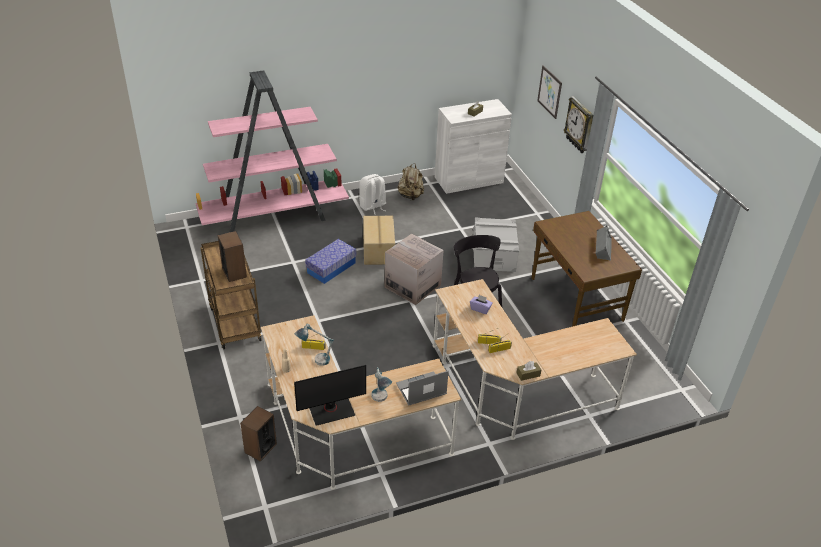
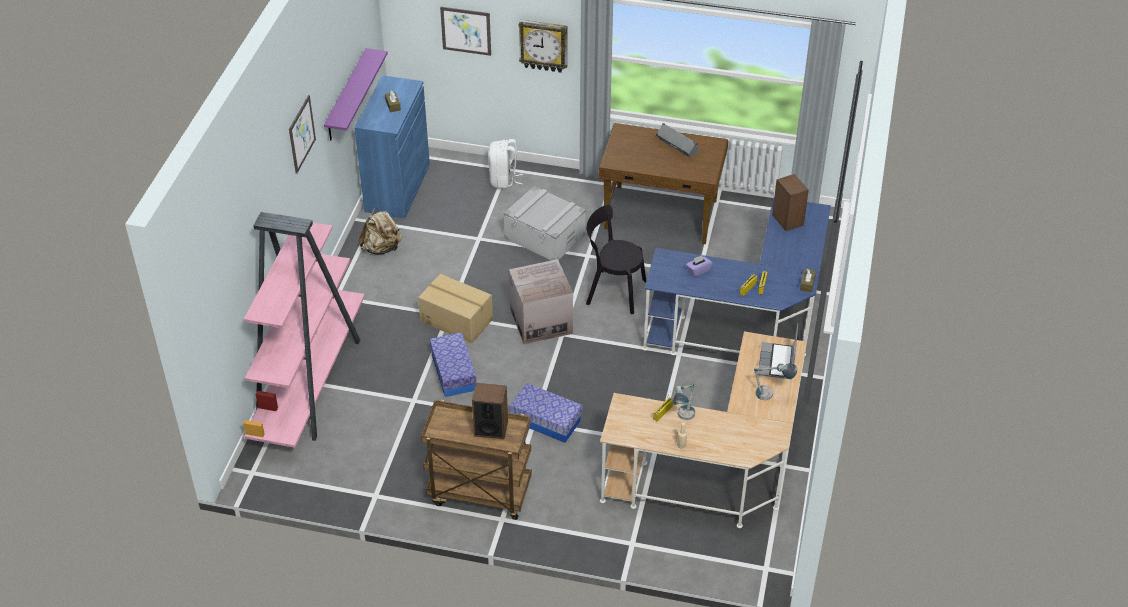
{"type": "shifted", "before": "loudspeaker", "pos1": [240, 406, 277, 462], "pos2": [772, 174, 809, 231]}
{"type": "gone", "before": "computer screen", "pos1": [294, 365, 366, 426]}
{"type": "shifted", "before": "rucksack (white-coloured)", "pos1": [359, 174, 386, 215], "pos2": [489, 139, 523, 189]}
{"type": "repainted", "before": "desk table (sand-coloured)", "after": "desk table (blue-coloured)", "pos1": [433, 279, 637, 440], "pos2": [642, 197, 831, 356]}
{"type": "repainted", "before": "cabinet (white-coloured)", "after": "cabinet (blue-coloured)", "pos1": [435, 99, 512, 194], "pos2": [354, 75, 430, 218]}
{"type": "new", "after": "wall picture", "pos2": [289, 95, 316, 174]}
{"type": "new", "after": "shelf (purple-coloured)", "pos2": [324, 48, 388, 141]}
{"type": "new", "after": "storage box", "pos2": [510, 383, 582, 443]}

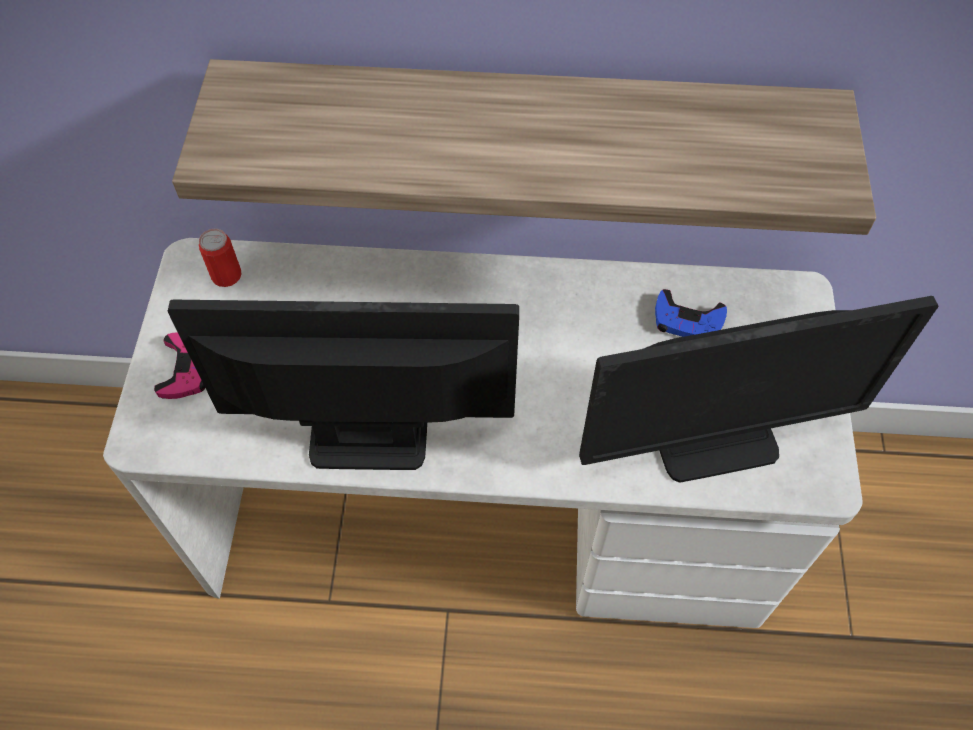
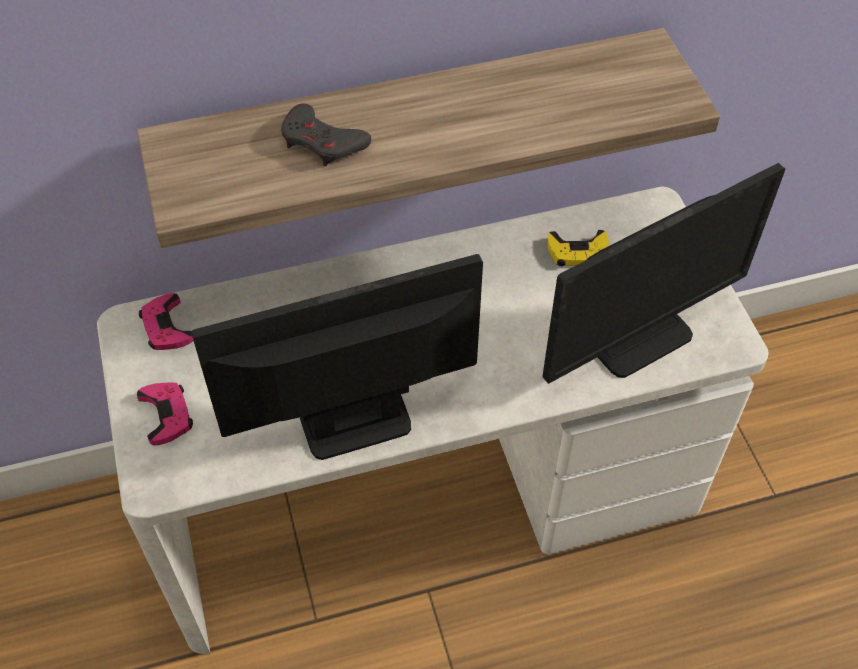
{"type": "swapped", "before": "sealed can", "after": "game controller (pink-coloured)", "pos1": [199, 229, 242, 287], "pos2": [139, 293, 193, 350]}
{"type": "repainted", "before": "game controller (blue-coloured)", "after": "game controller (yellow)", "pos1": [655, 289, 727, 337], "pos2": [547, 230, 609, 266]}
{"type": "new", "after": "game controller (greyish)", "pos2": [281, 104, 371, 166]}

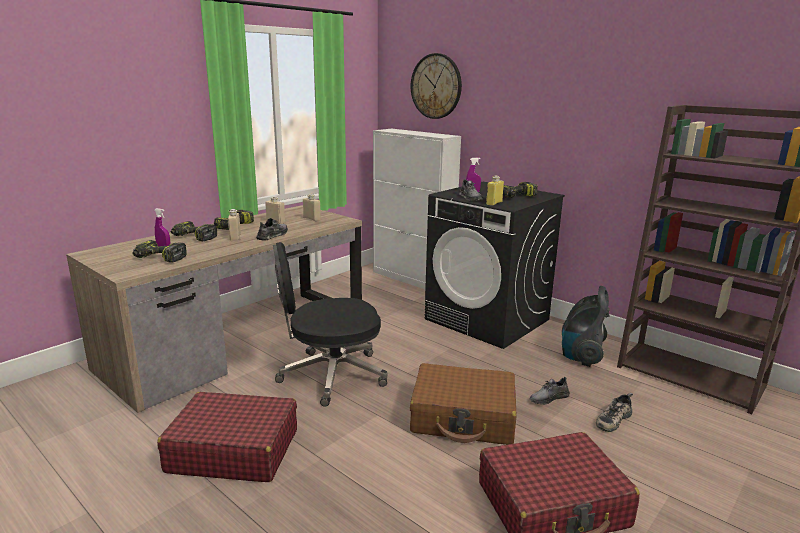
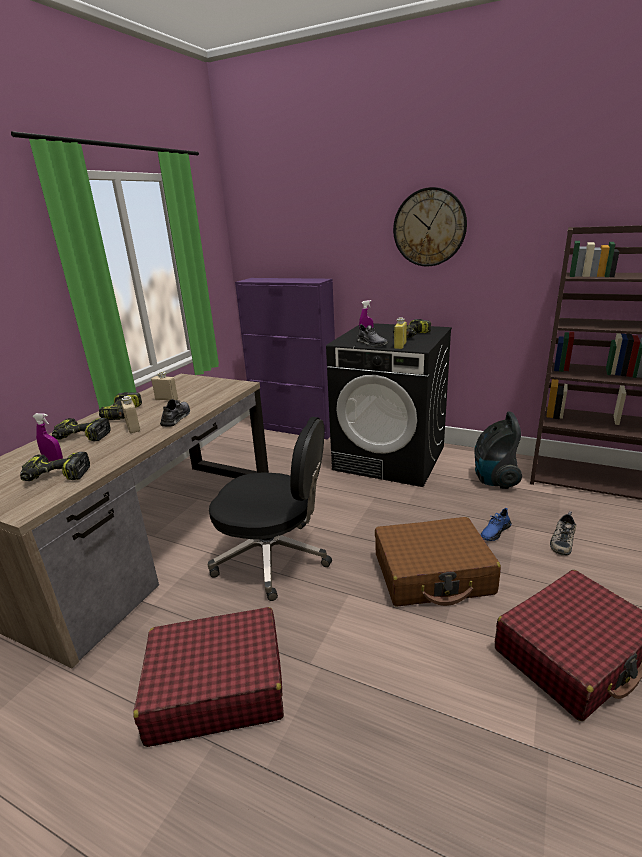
{"type": "rotated", "before": "computer chair (black)", "pos1": [273, 242, 387, 407], "pos2": [208, 417, 332, 601], "turn": -135}
{"type": "gone", "before": "beverage bottle (sand-coloured)", "pos1": [303, 194, 321, 221]}
{"type": "repainted", "before": "cabinet (white-coloured)", "after": "cabinet (purple-coloured)", "pos1": [373, 129, 461, 289], "pos2": [235, 278, 335, 439]}
{"type": "shifted", "before": "clock on the wall", "pos1": [411, 53, 462, 119], "pos2": [393, 187, 467, 267]}
{"type": "repainted", "before": "shoe (greyish)", "after": "shoe (blue-coloured)", "pos1": [530, 376, 570, 405], "pos2": [481, 508, 512, 541]}

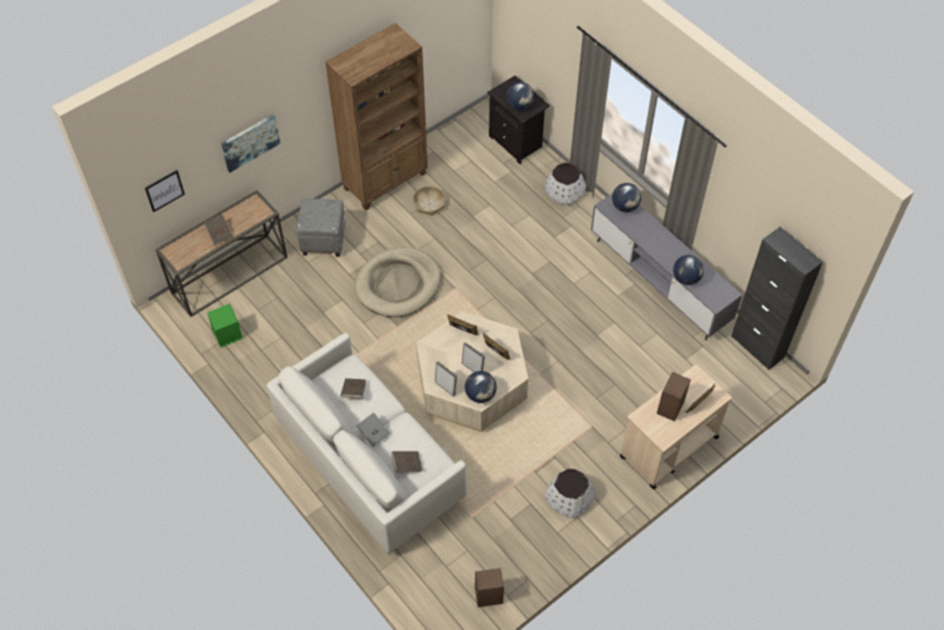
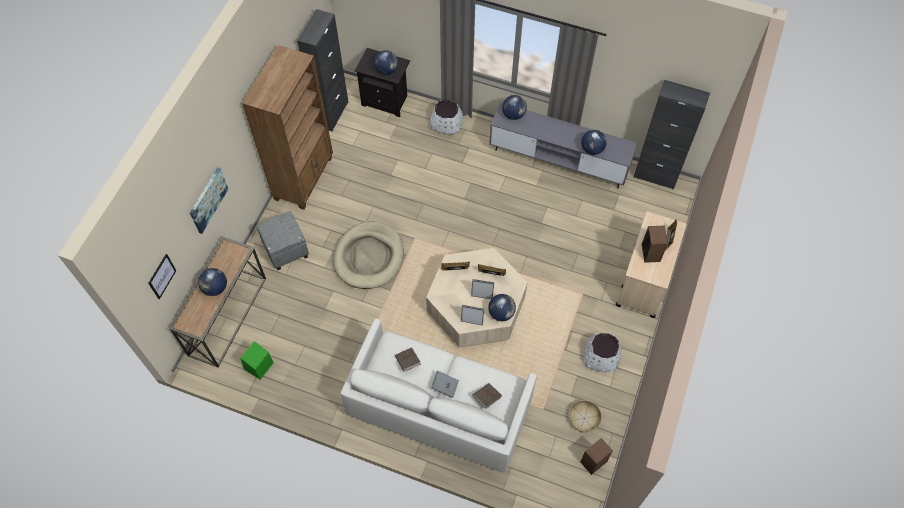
{"type": "swapped", "before": "bound book (brown)", "after": "globe", "pos1": [204, 215, 233, 245], "pos2": [198, 268, 227, 296]}
{"type": "shifted", "before": "household basket", "pos1": [413, 186, 446, 216], "pos2": [569, 400, 602, 432]}
{"type": "new", "after": "cabinet (black)", "pos2": [297, 9, 348, 131]}

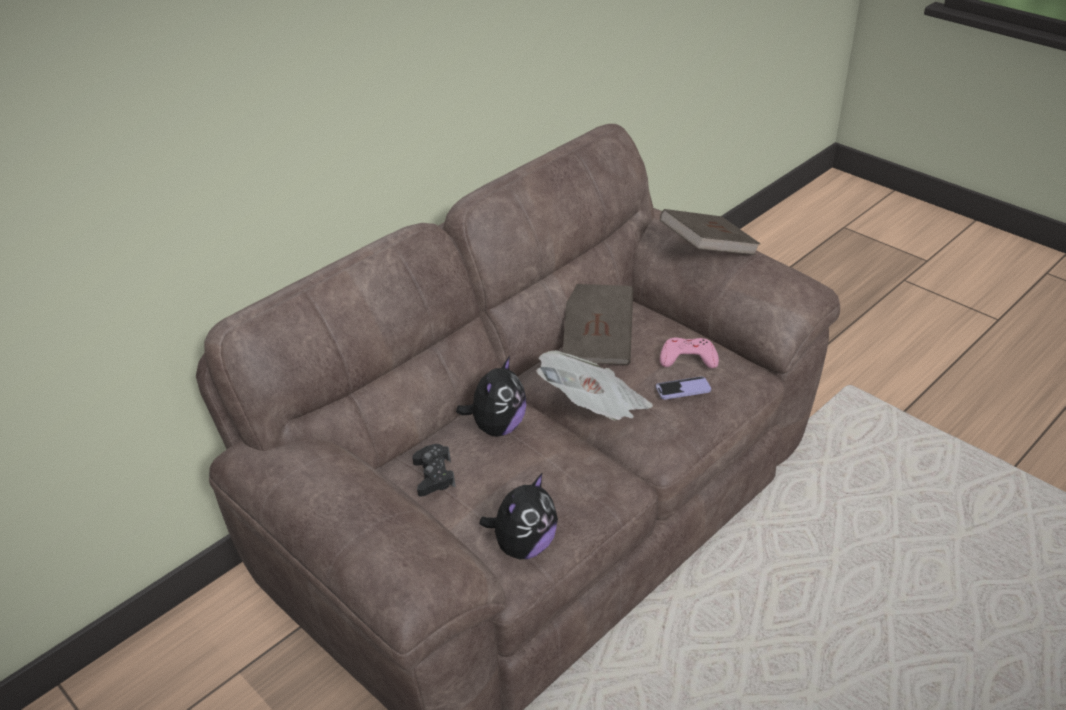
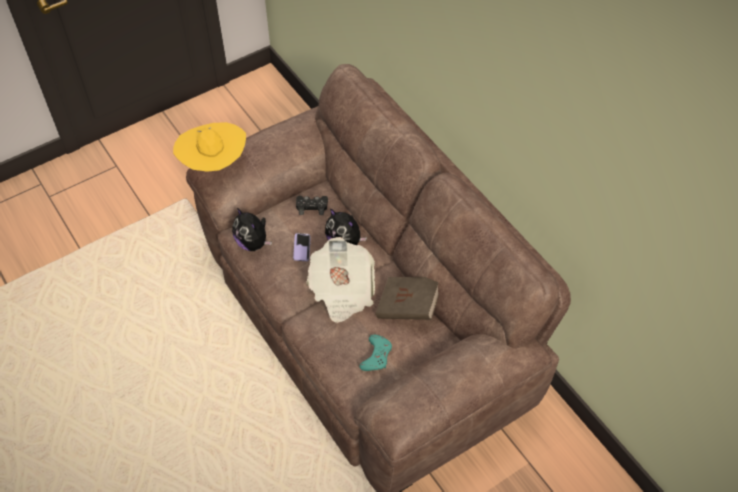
{"type": "shifted", "before": "telephone", "pos1": [656, 377, 711, 399], "pos2": [293, 233, 311, 261]}
{"type": "gone", "before": "bound book (brown)", "pos1": [660, 209, 761, 255]}
{"type": "repainted", "before": "game controller (pink-coloured)", "after": "game controller (turquoise-coloured)", "pos1": [660, 337, 719, 368], "pos2": [360, 335, 392, 371]}
{"type": "new", "after": "hat (yellow)", "pos2": [173, 122, 246, 172]}

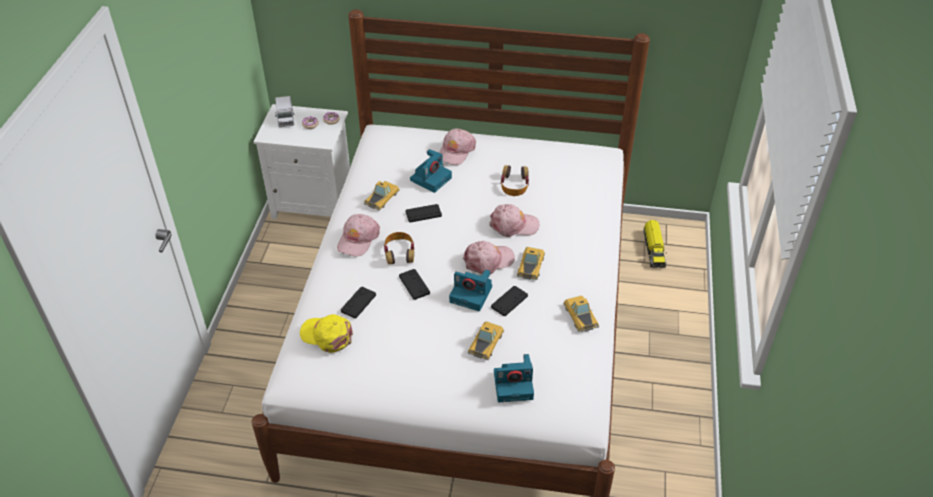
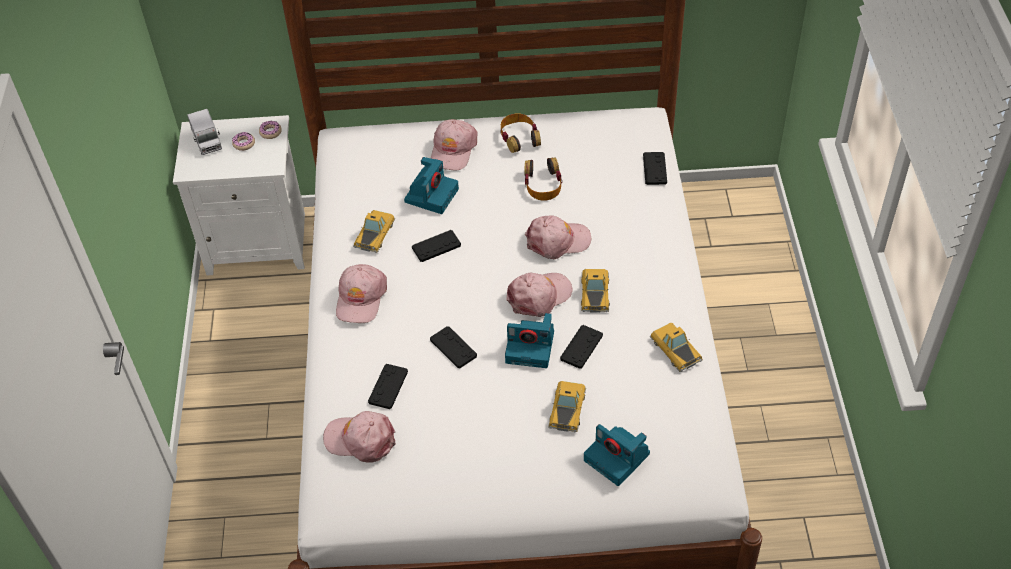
{"type": "repainted", "before": "cap (yellow)", "after": "cap (pink-coloured)", "pos1": [300, 314, 353, 353], "pos2": [323, 411, 396, 463]}
{"type": "shifted", "before": "pair of headphones", "pos1": [384, 232, 414, 265], "pos2": [500, 113, 541, 153]}
{"type": "rotated", "before": "still camera", "pos1": [494, 354, 534, 402], "pos2": [584, 424, 650, 486], "turn": 60}
{"type": "gone", "before": "model truck", "pos1": [644, 220, 667, 268]}
{"type": "new", "after": "game controller (black)", "pos2": [643, 152, 667, 185]}

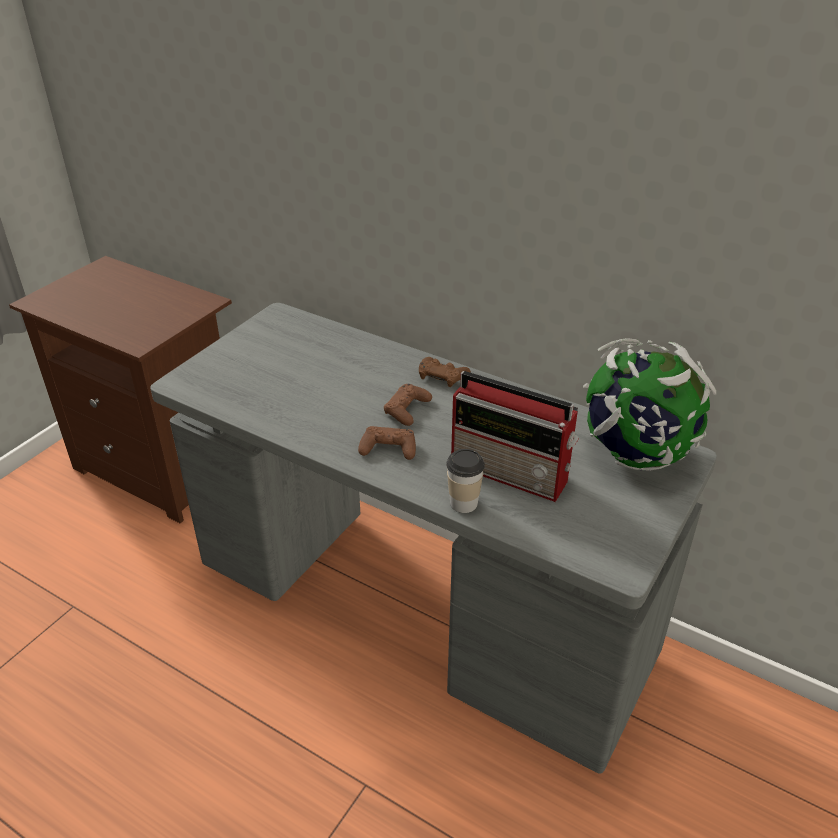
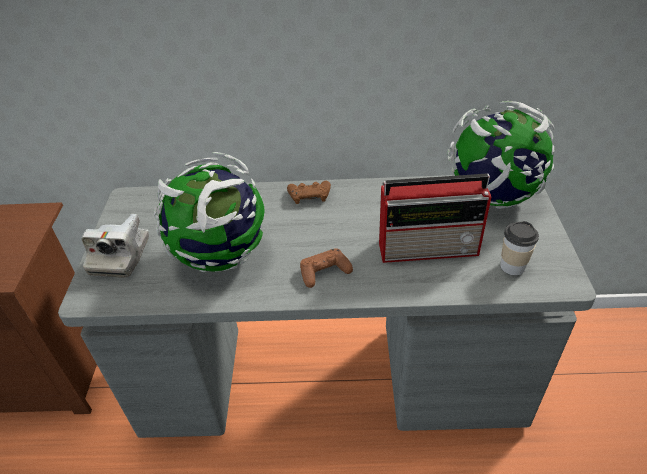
{"type": "gone", "before": "game controller (brown)", "pos1": [384, 384, 432, 426]}
{"type": "shifted", "before": "small cup", "pos1": [446, 449, 485, 513], "pos2": [500, 221, 539, 276]}
{"type": "new", "after": "still camera", "pos2": [81, 214, 149, 278]}
{"type": "new", "after": "globe", "pos2": [154, 152, 265, 272]}

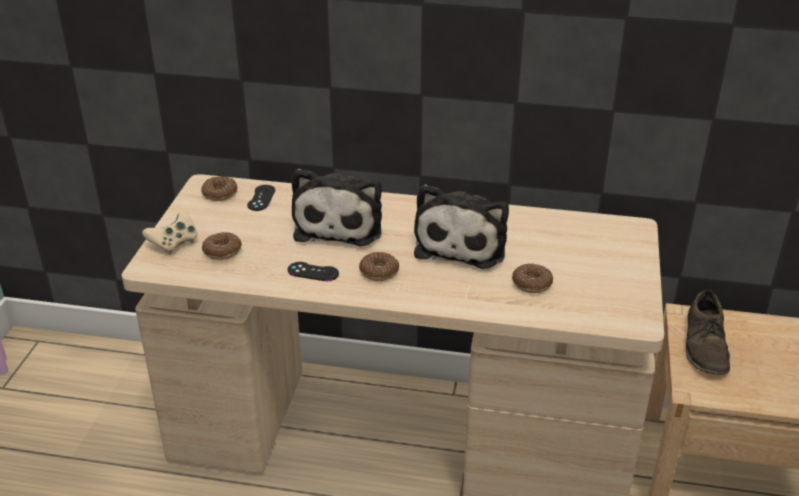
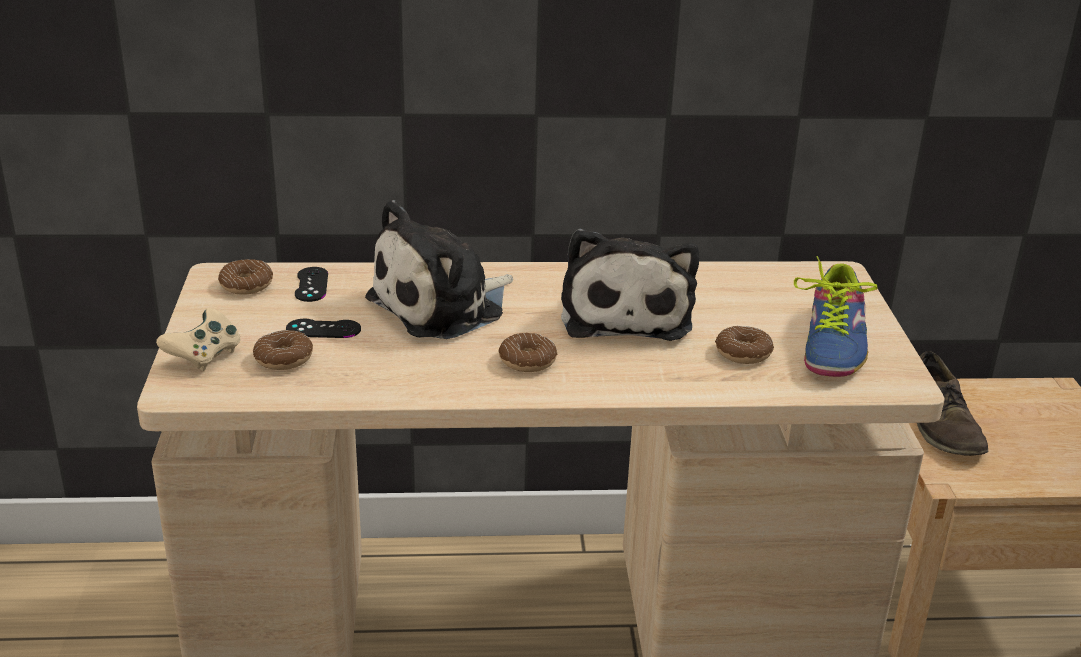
{"type": "shifted", "before": "game controller (black)", "pos1": [288, 262, 339, 281], "pos2": [286, 319, 361, 338]}
{"type": "rotated", "before": "cuddly toy", "pos1": [292, 169, 382, 246], "pos2": [365, 200, 513, 339], "turn": 60}
{"type": "new", "after": "shoe", "pos2": [794, 256, 877, 377]}

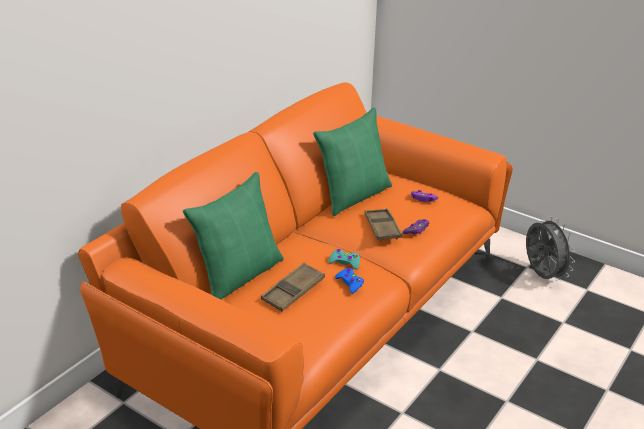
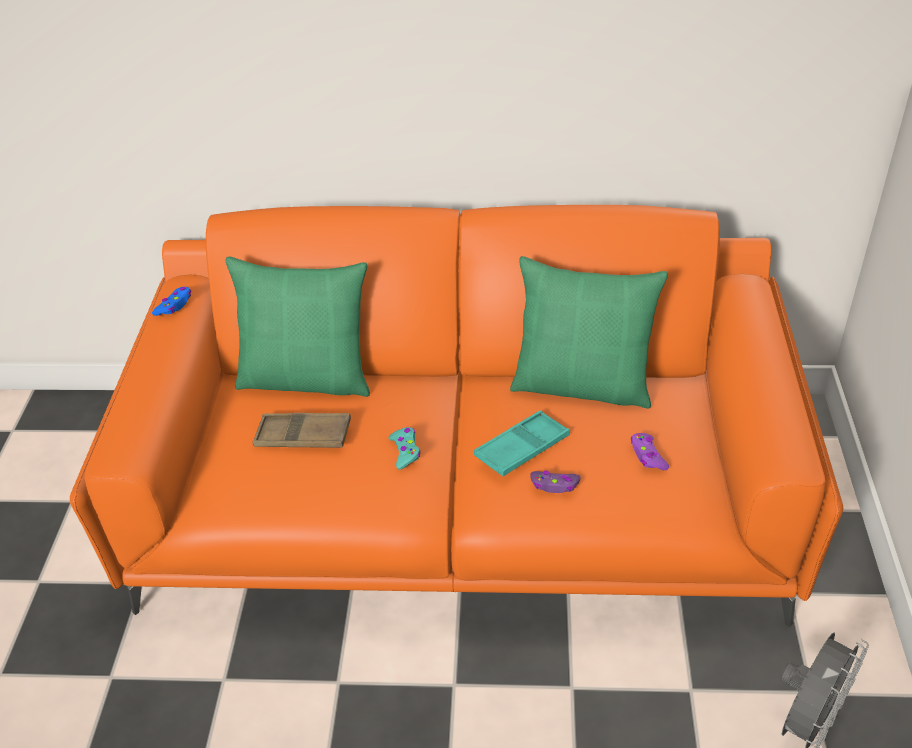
{"type": "shifted", "before": "game controller (blue-coloured)", "pos1": [335, 268, 364, 294], "pos2": [152, 287, 191, 316]}
{"type": "repainted", "before": "tray (brown)", "after": "tray (turquoise-coloured)", "pos1": [364, 208, 402, 241], "pos2": [474, 410, 570, 476]}

